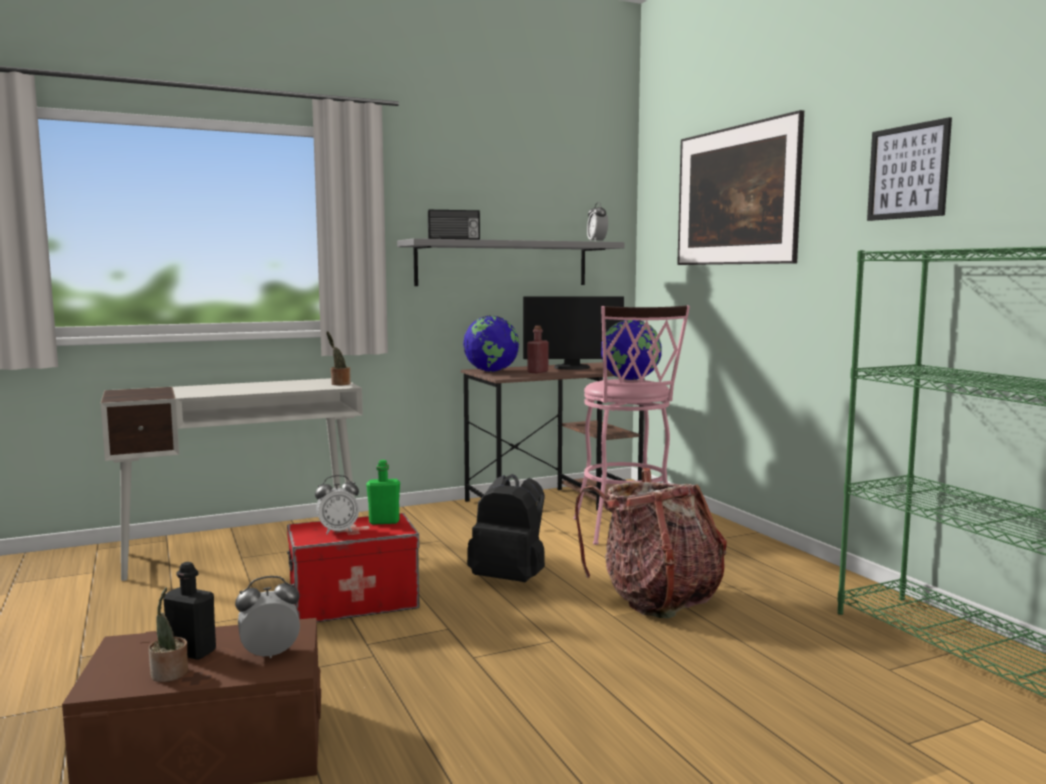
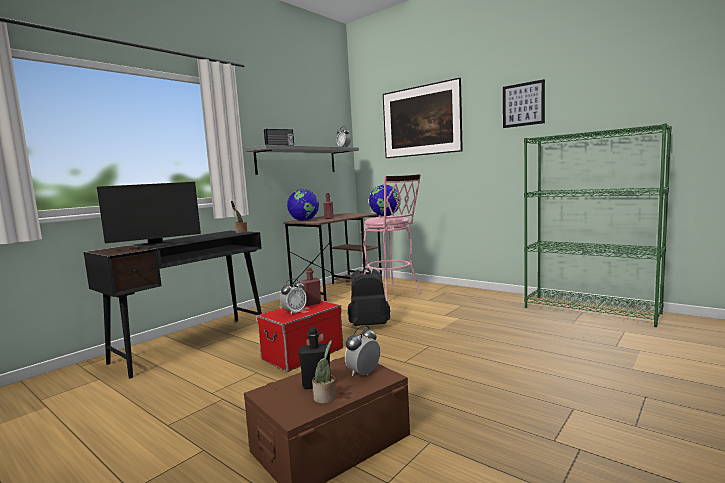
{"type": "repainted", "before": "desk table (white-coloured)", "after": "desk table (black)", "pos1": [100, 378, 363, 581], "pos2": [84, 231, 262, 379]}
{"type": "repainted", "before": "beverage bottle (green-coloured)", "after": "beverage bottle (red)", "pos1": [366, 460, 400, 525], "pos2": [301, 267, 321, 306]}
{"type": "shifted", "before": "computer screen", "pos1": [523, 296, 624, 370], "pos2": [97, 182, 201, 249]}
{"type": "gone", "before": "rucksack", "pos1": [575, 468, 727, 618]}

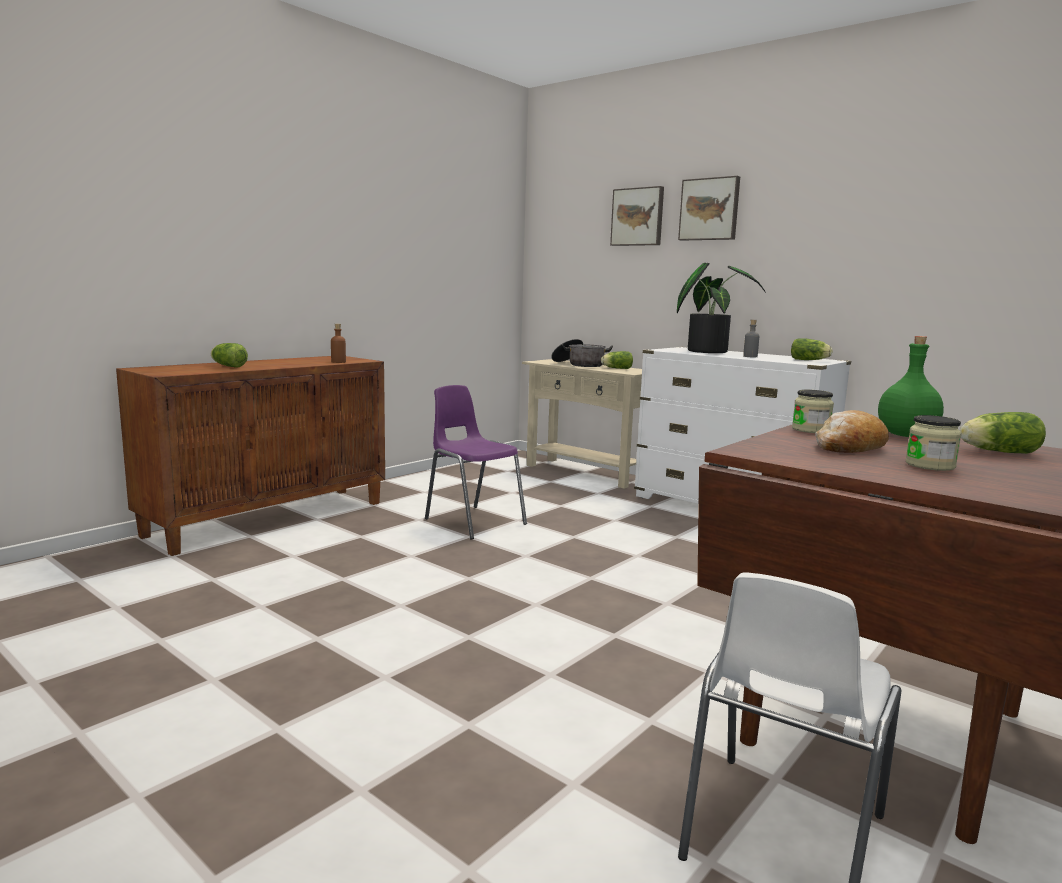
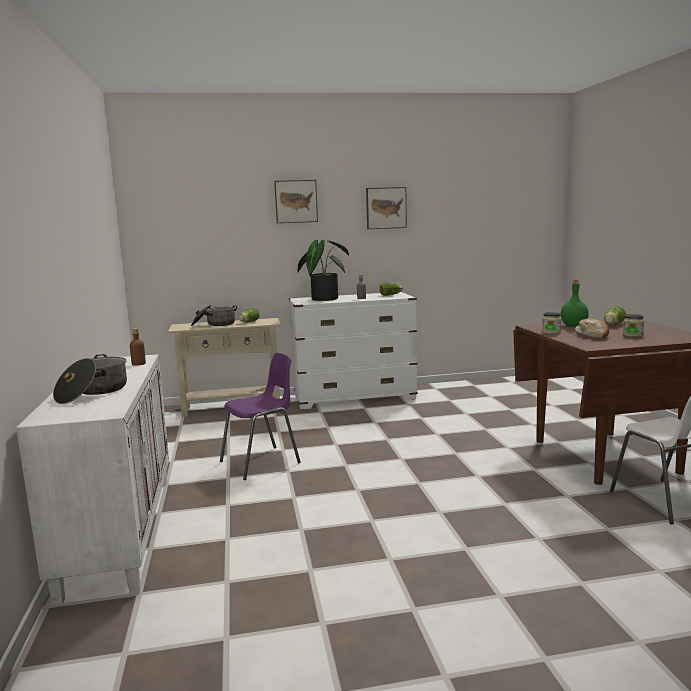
{"type": "repainted", "before": "cabinet (brown)", "after": "cabinet (white-coloured)", "pos1": [116, 356, 385, 556], "pos2": [16, 354, 169, 606]}
{"type": "swapped", "before": "lettuce head", "after": "stockpot", "pos1": [211, 343, 248, 368], "pos2": [53, 354, 127, 404]}
{"type": "rotated", "before": "upright chair (purple-coloured)", "pos1": [425, 385, 527, 540], "pos2": [220, 353, 301, 480], "turn": 150}
{"type": "shifted", "before": "wall picture", "pos1": [610, 186, 664, 246], "pos2": [366, 187, 407, 229]}

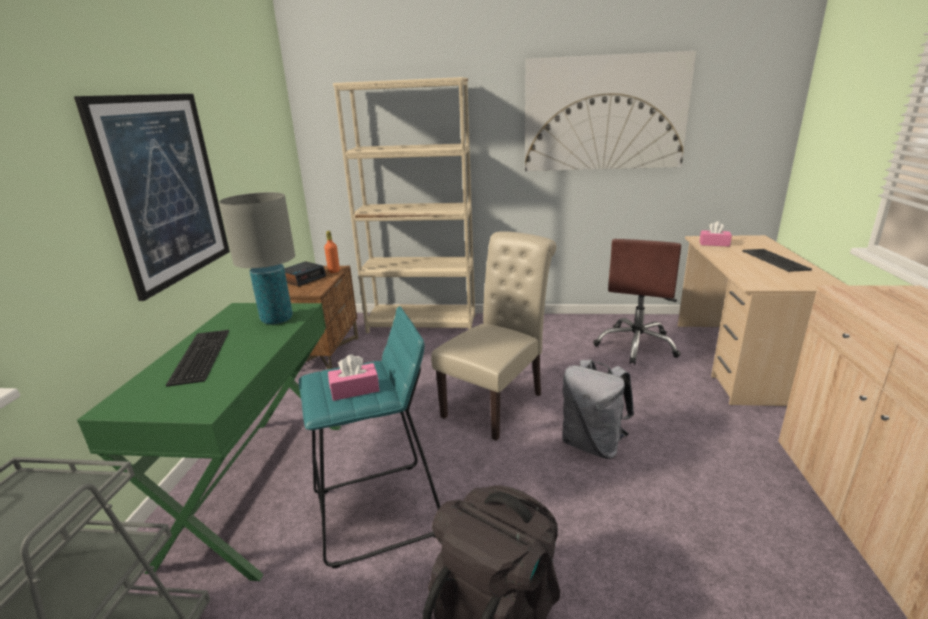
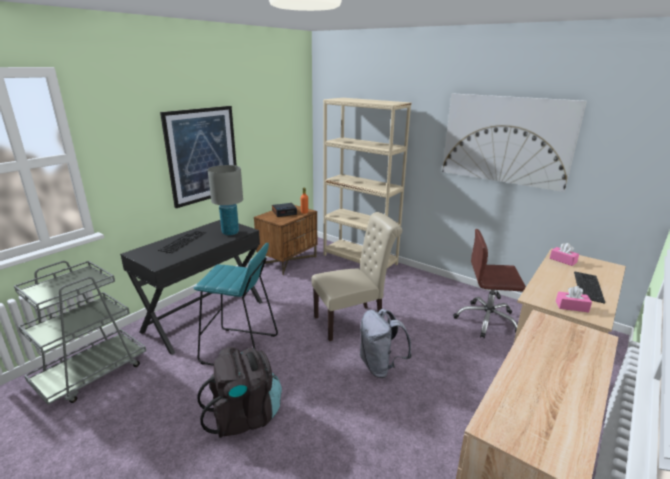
{"type": "repainted", "before": "desk table (green-coloured)", "after": "desk table (black)", "pos1": [77, 303, 341, 581], "pos2": [120, 220, 262, 355]}
{"type": "shifted", "before": "tissue box (pink-coloured)", "pos1": [328, 354, 379, 401], "pos2": [556, 286, 592, 312]}
{"type": "rotated", "before": "computer chair (brown)", "pos1": [593, 239, 681, 365], "pos2": [453, 229, 526, 339], "turn": 45}

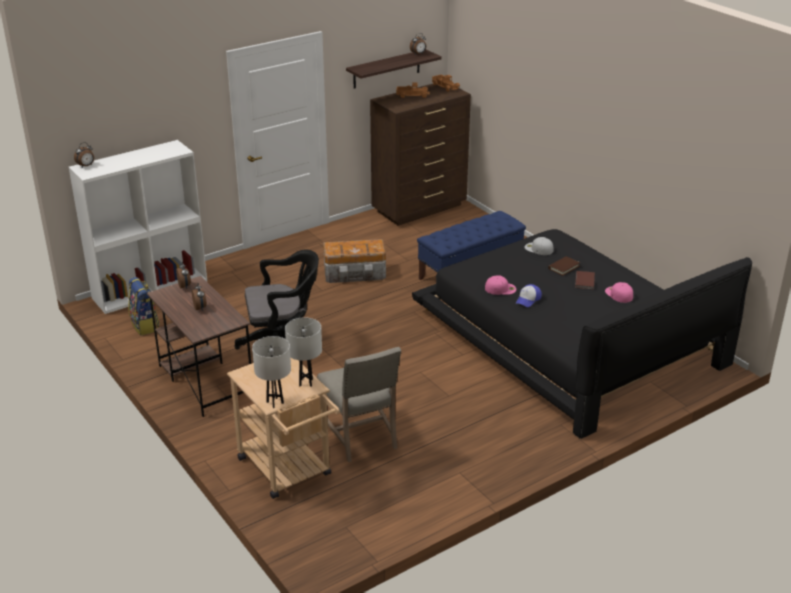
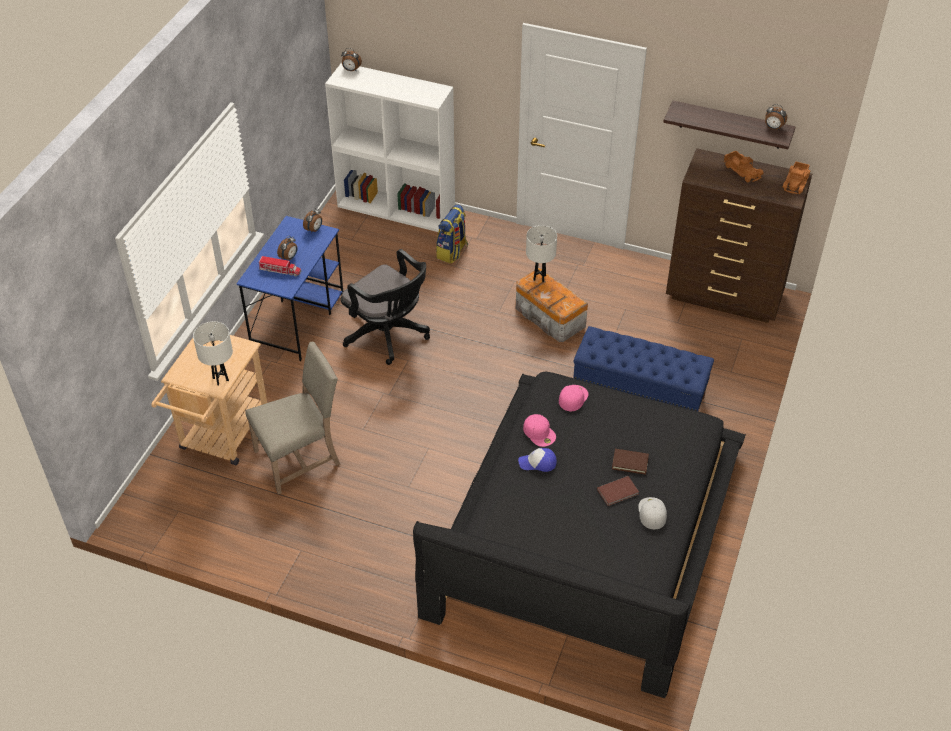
{"type": "shifted", "before": "rucksack", "pos1": [128, 277, 160, 335], "pos2": [436, 204, 468, 264]}
{"type": "repainted", "before": "desk table (brown)", "after": "desk table (blue-coloured)", "pos1": [147, 276, 251, 417], "pos2": [236, 216, 343, 361]}
{"type": "shifted", "before": "tabletop lamp (white-coloured)", "pos1": [252, 336, 291, 408], "pos2": [526, 225, 557, 282]}
{"type": "rotated", "before": "upright chair (sand-coloured)", "pos1": [317, 347, 401, 462], "pos2": [245, 342, 341, 494], "turn": -150}
{"type": "shifted", "before": "cap (white-coloured)", "pos1": [525, 237, 554, 255], "pos2": [638, 497, 667, 529]}
{"type": "shifted", "before": "cap (pink-coloured)", "pos1": [605, 282, 633, 303], "pos2": [559, 385, 588, 411]}
{"type": "new", "after": "model truck", "pos2": [259, 256, 301, 277]}

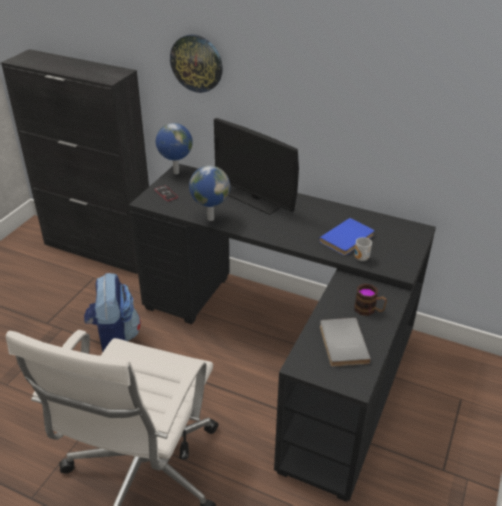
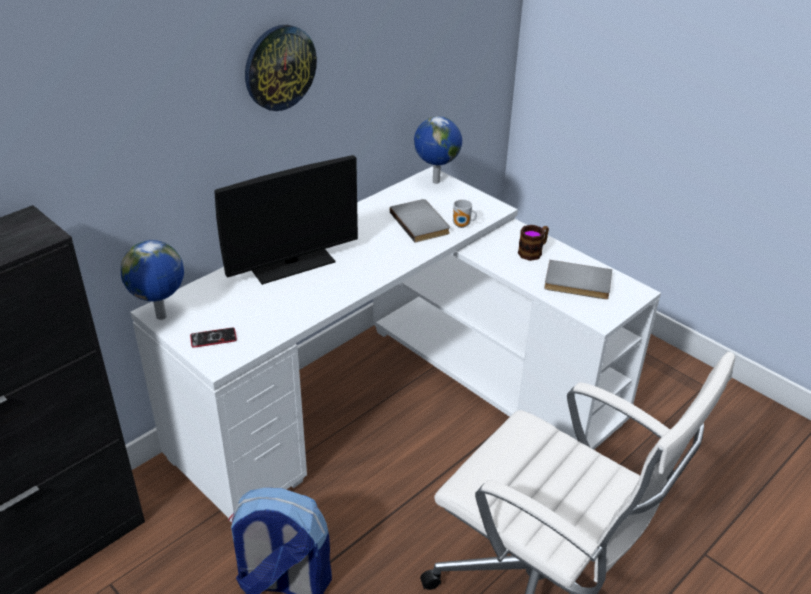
{"type": "repainted", "before": "desk table (black)", "after": "desk table (white-coloured)", "pos1": [129, 164, 436, 502], "pos2": [130, 167, 661, 523]}
{"type": "shifted", "before": "clock on the wall", "pos1": [170, 34, 223, 93], "pos2": [245, 25, 317, 111]}
{"type": "shifted", "before": "globe", "pos1": [189, 166, 230, 221], "pos2": [414, 116, 462, 184]}
{"type": "repainted", "before": "bound book (blue-coloured)", "after": "bound book (greyish)", "pos1": [319, 218, 374, 255], "pos2": [390, 199, 450, 243]}

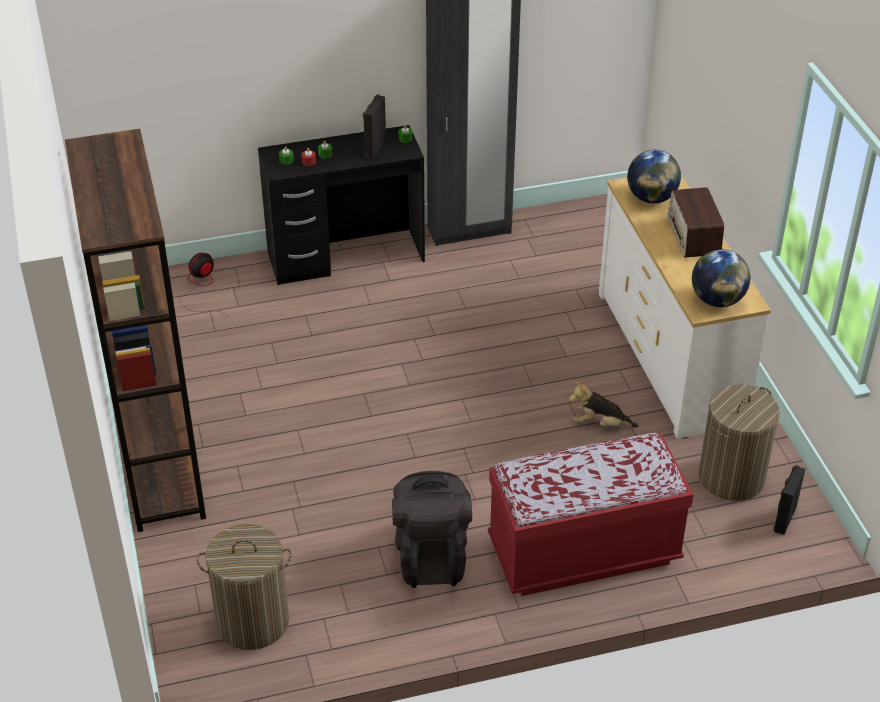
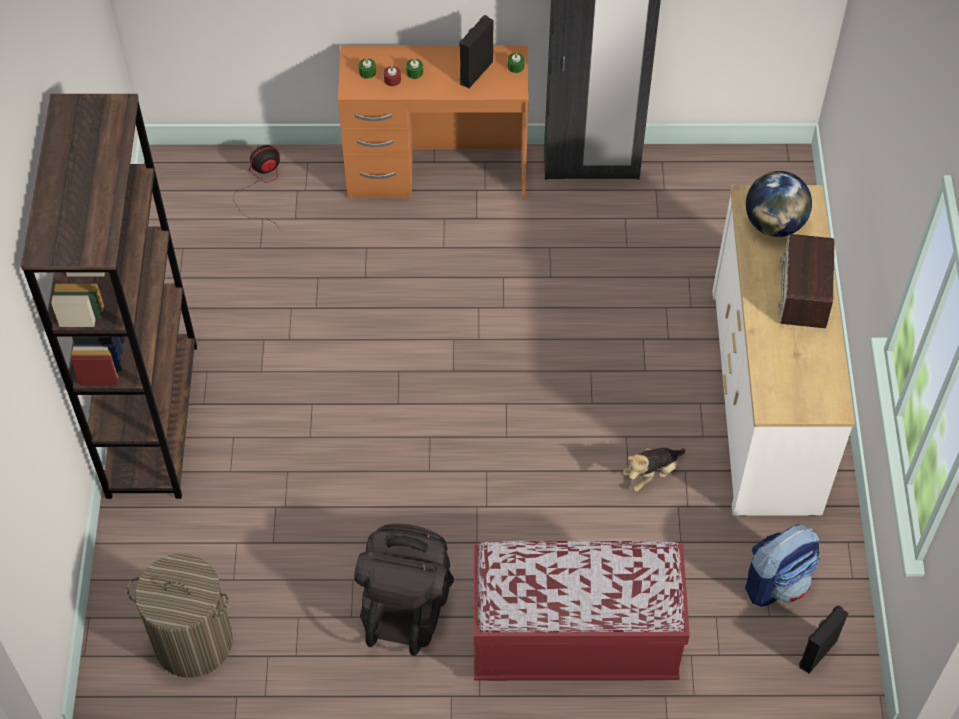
{"type": "repainted", "before": "desk table (black)", "after": "desk table (orange)", "pos1": [258, 125, 425, 285], "pos2": [338, 46, 529, 200]}
{"type": "rotated", "before": "cuddly toy", "pos1": [569, 381, 638, 428], "pos2": [623, 448, 685, 492], "turn": -60}
{"type": "gone", "before": "globe", "pos1": [692, 249, 750, 307]}
{"type": "swapped", "before": "hamper", "after": "rucksack", "pos1": [699, 384, 780, 501], "pos2": [745, 524, 820, 607]}

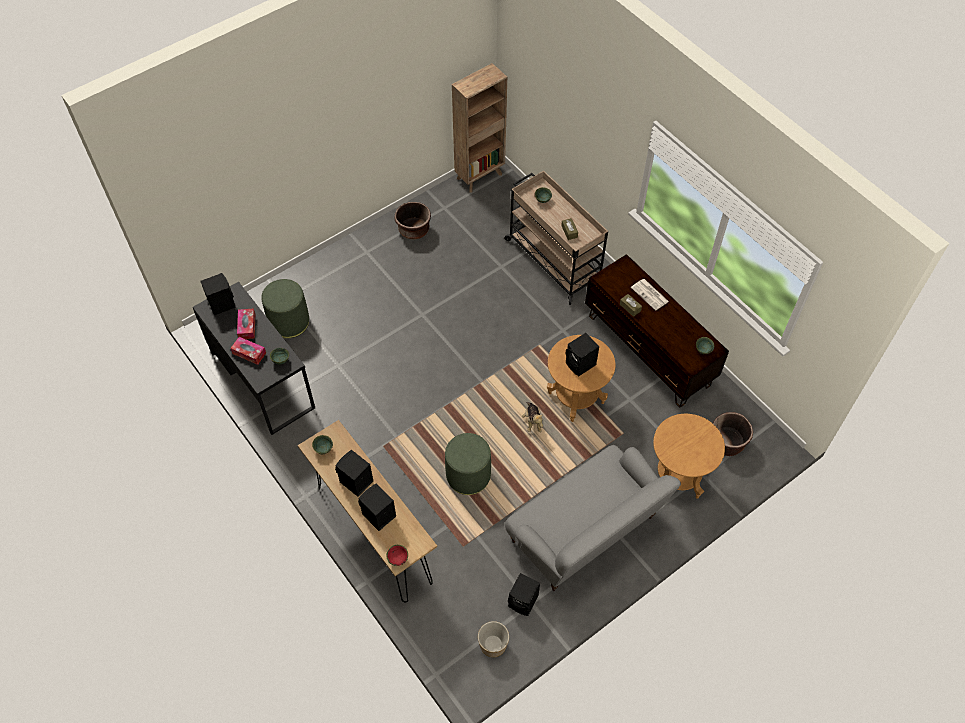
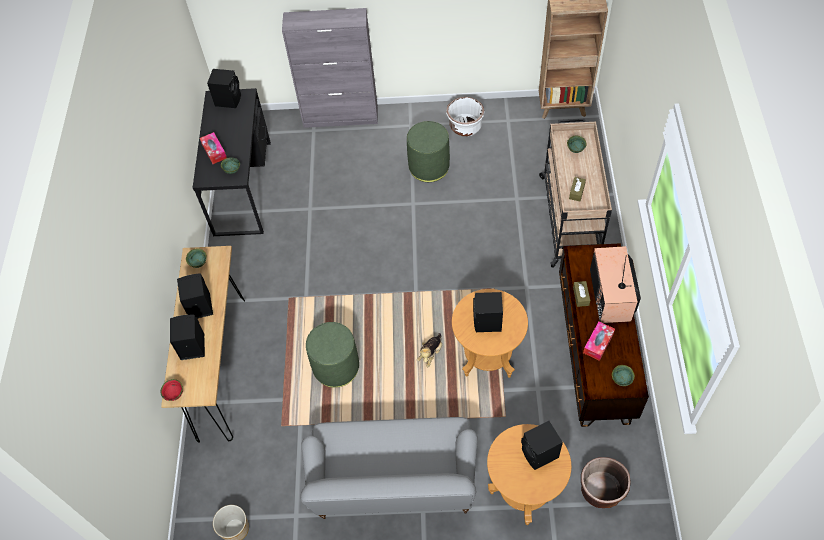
{"type": "shifted", "before": "tissue box", "pos1": [237, 308, 255, 339], "pos2": [583, 322, 615, 361]}
{"type": "shifted", "before": "footrest (green-coloured)", "pos1": [261, 279, 309, 338], "pos2": [407, 121, 450, 182]}
{"type": "repainted", "before": "flower pot (brown)", "after": "flower pot (white-coloured)", "pos1": [394, 202, 431, 240], "pos2": [446, 97, 485, 136]}
{"type": "shifted", "before": "loudspeaker (black)", "pos1": [508, 573, 540, 616], "pos2": [521, 421, 563, 470]}
{"type": "swapped", "before": "daily paper", "after": "television", "pos1": [631, 279, 669, 311], "pos2": [590, 246, 641, 323]}
{"type": "new", "after": "cabinet (greyish)", "pos2": [282, 8, 378, 128]}

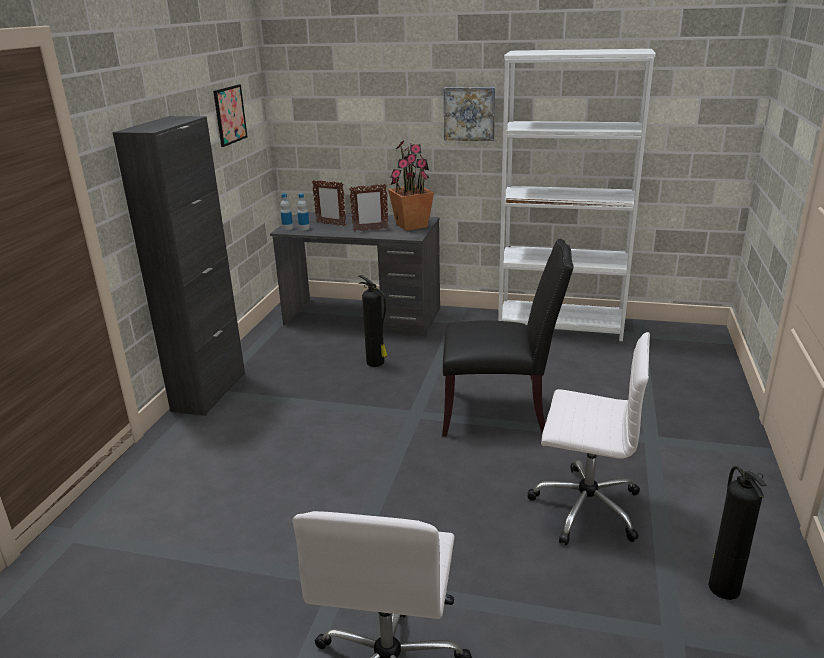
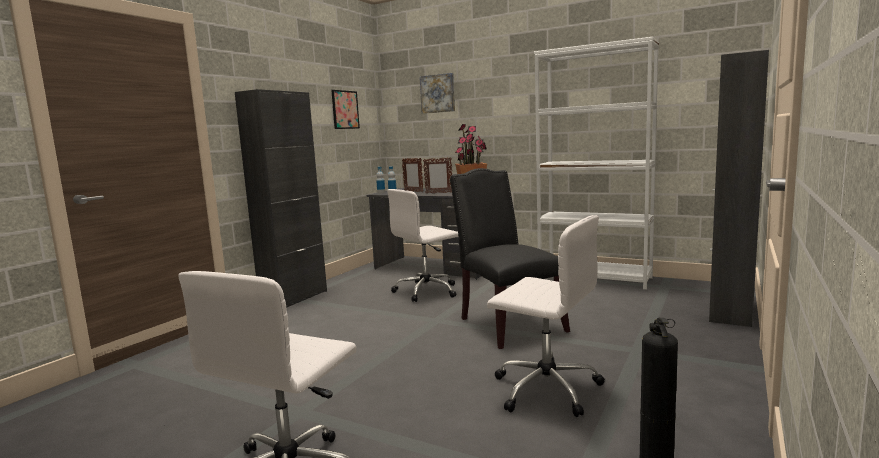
{"type": "swapped", "before": "fire extinguisher", "after": "computer chair (white-coloured)", "pos1": [358, 275, 388, 367], "pos2": [387, 189, 458, 302]}
{"type": "rotated", "before": "upright chair (black)", "pos1": [442, 239, 574, 436], "pos2": [450, 168, 570, 349], "turn": -135}
{"type": "shifted", "before": "wall picture", "pos1": [444, 87, 495, 141], "pos2": [420, 73, 455, 114]}
{"type": "new", "after": "cabinet (black)", "pos2": [709, 50, 769, 327]}

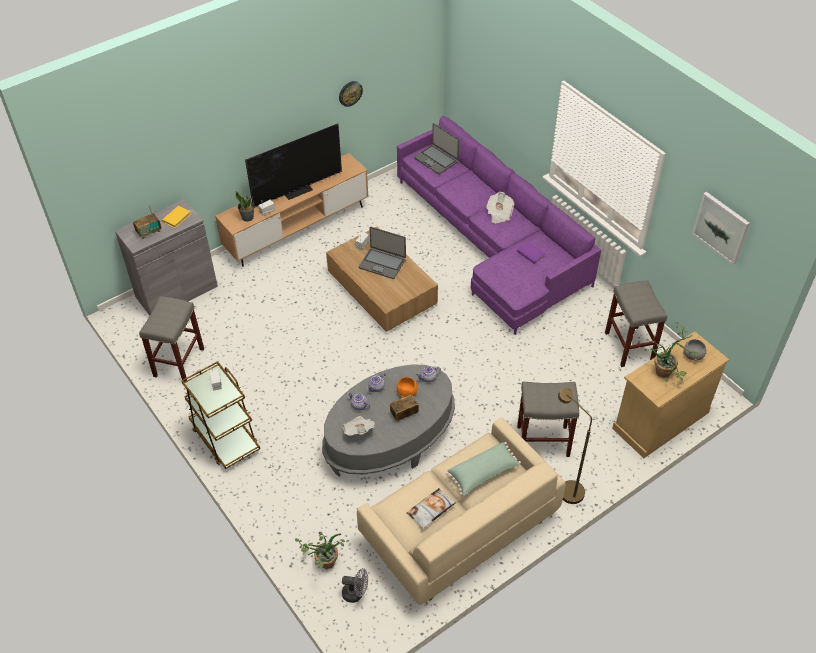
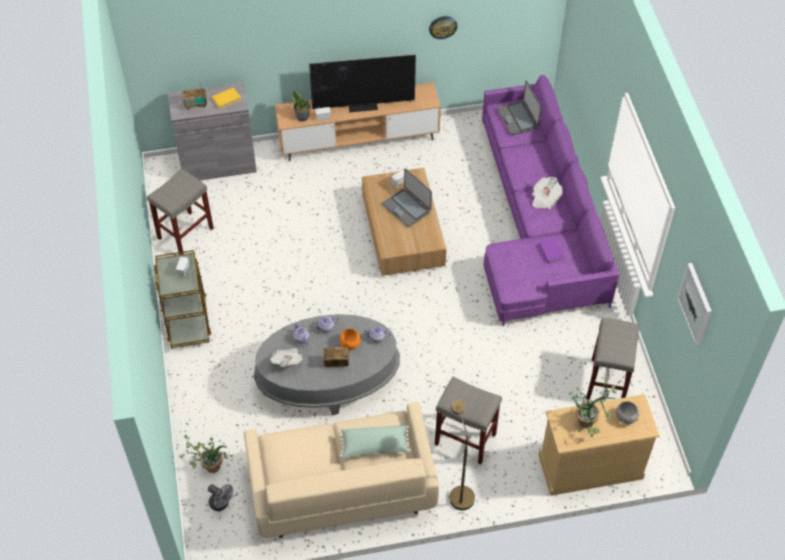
{"type": "gone", "before": "pillow", "pos1": [407, 488, 456, 529]}

